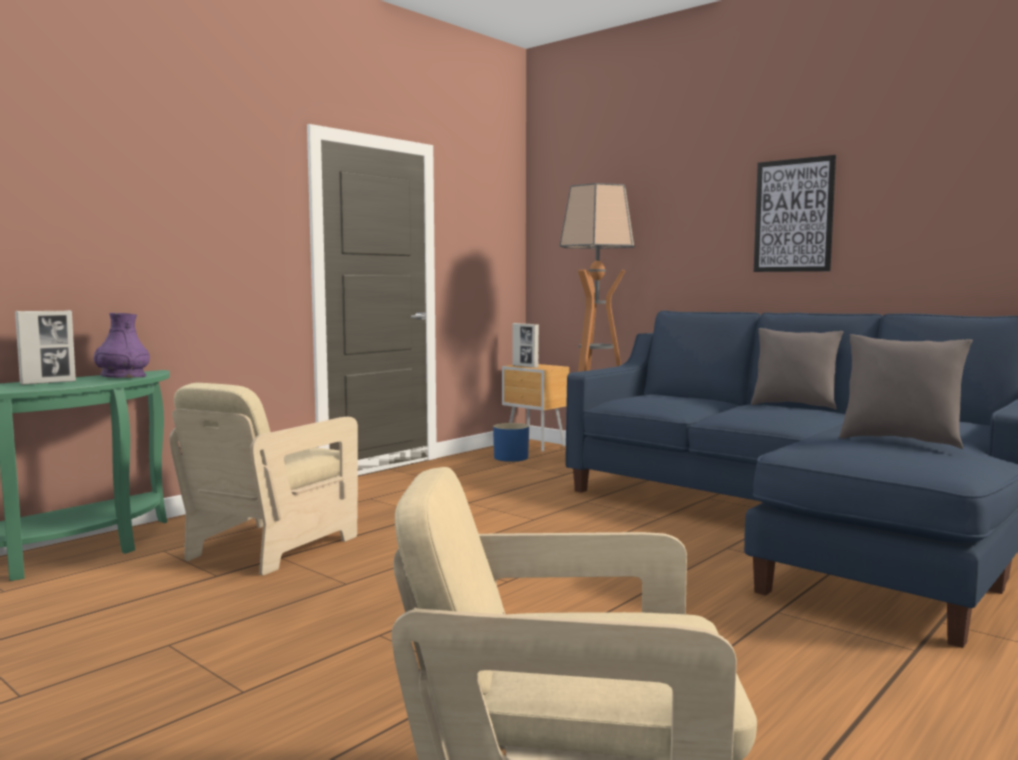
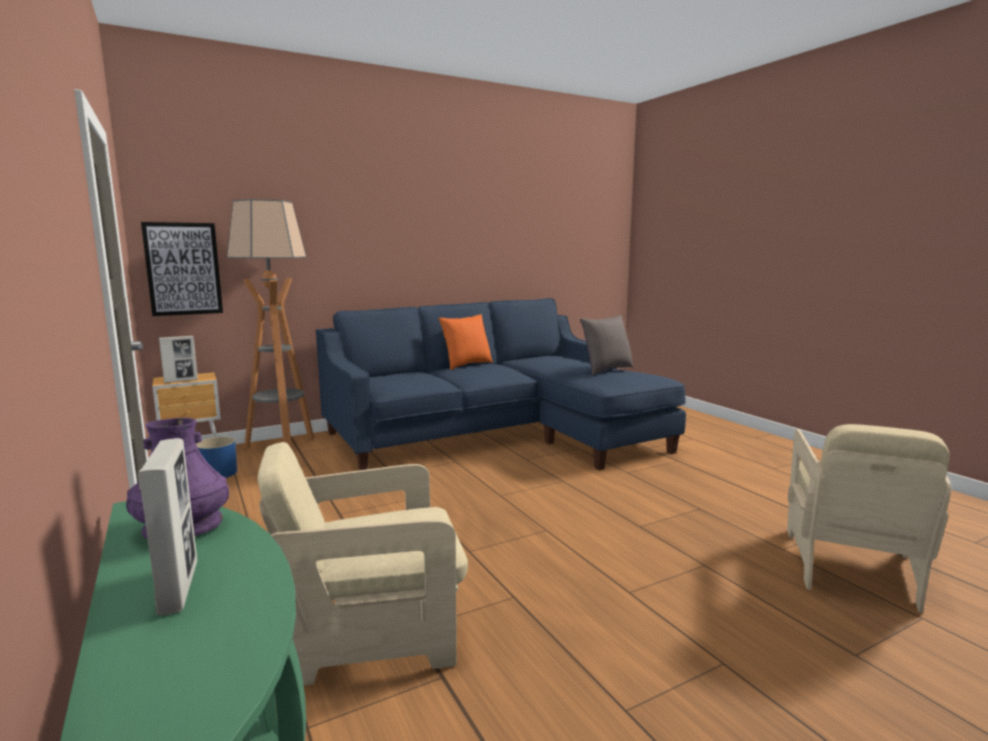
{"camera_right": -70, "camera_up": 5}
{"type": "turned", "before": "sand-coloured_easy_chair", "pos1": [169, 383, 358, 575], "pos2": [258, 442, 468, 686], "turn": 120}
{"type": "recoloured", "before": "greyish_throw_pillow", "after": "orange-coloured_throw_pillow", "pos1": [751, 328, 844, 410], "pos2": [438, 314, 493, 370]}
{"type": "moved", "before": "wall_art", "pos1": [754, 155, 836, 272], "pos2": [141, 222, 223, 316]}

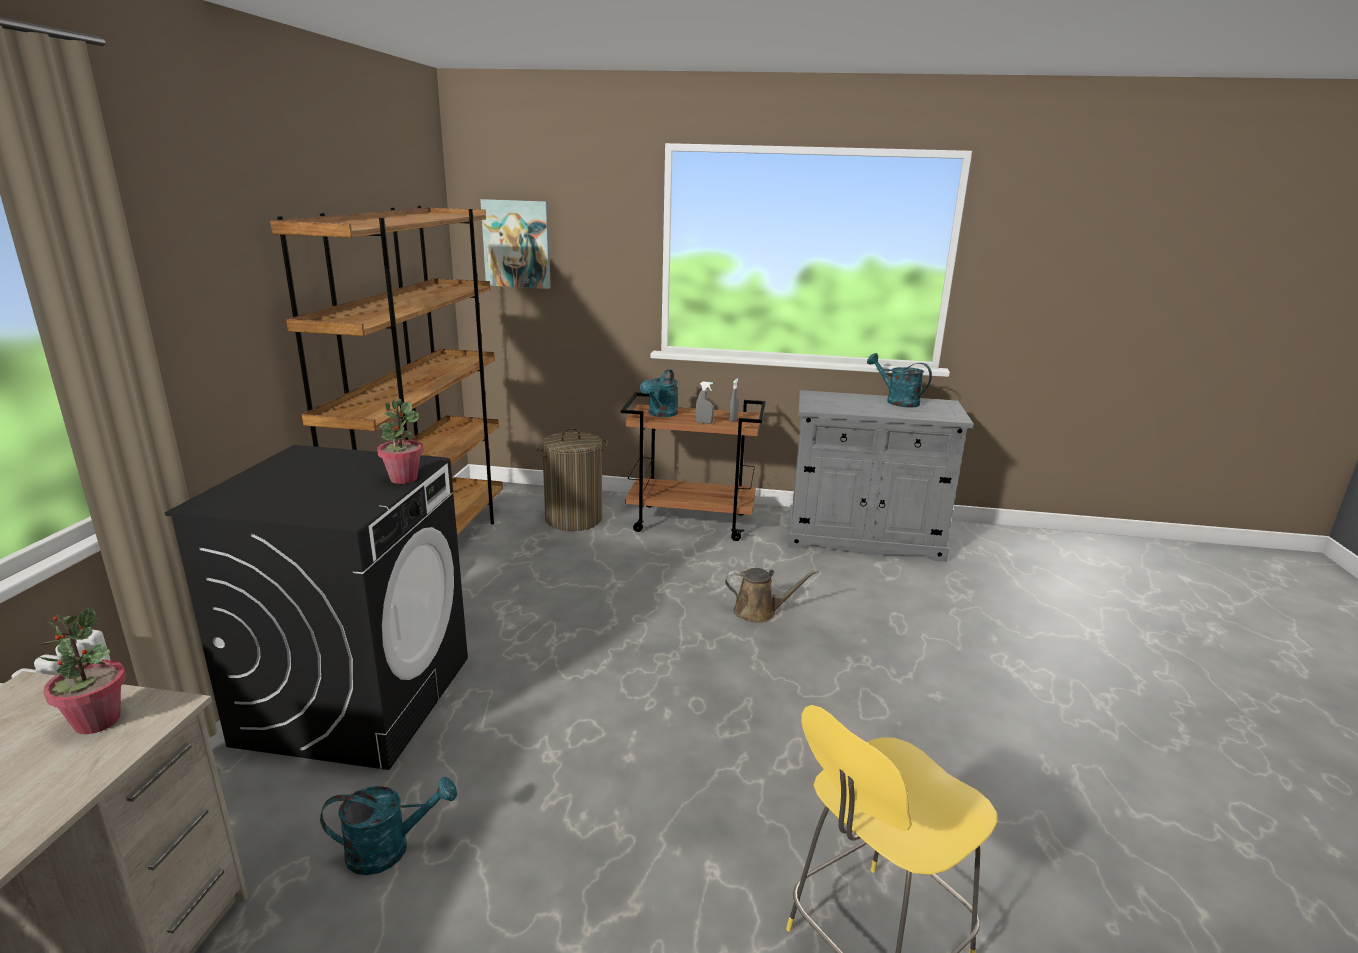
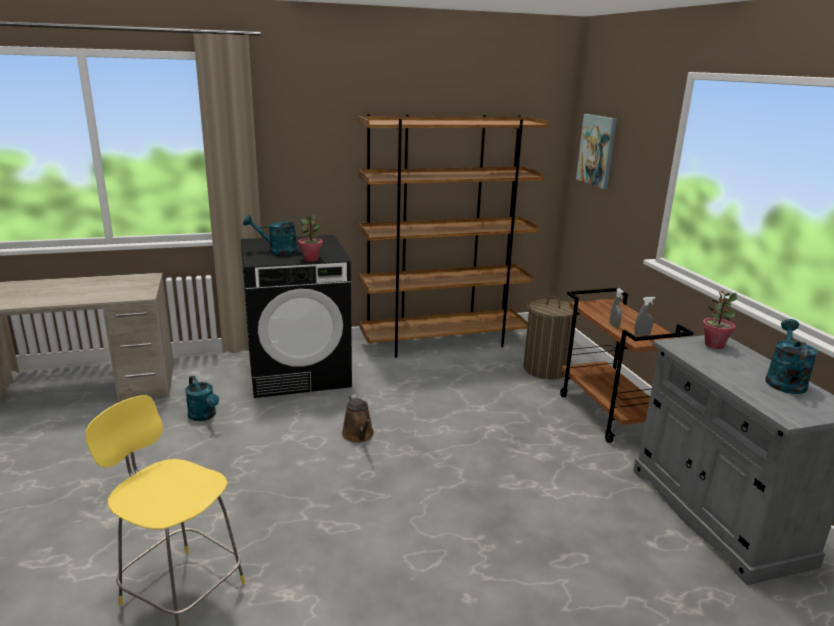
{"camera_right": 65, "camera_up": 0}
{"type": "moved", "before": "houseplant", "pos1": [40, 607, 126, 734], "pos2": [702, 291, 737, 349]}
{"type": "moved", "before": "blue-green_watering_can", "pos1": [640, 369, 678, 417], "pos2": [243, 215, 303, 255]}
{"type": "moved", "before": "brownish_watering_can", "pos1": [725, 568, 819, 623], "pos2": [342, 394, 374, 443]}

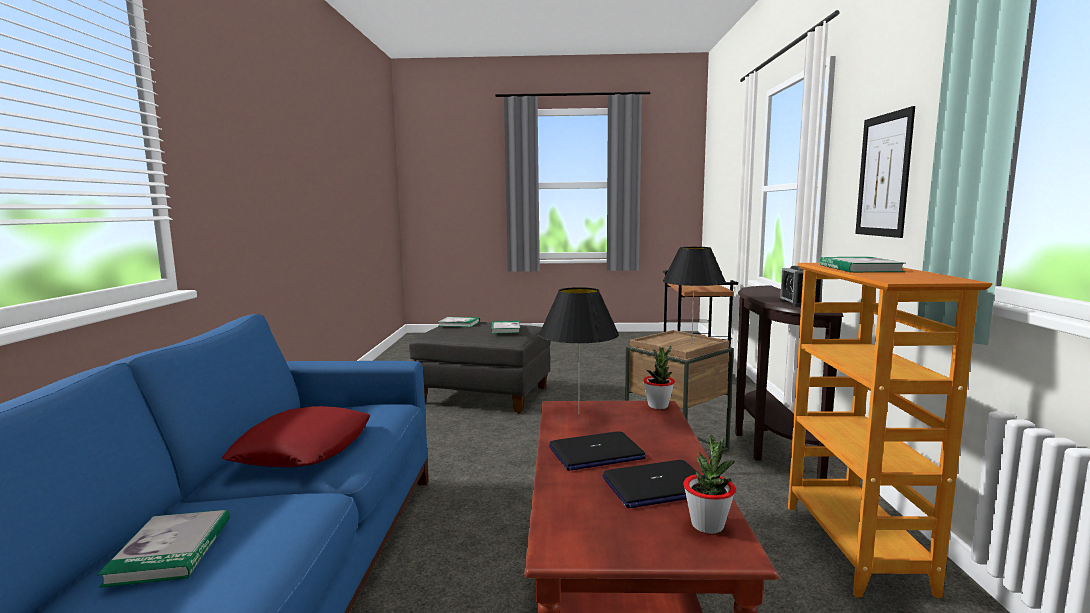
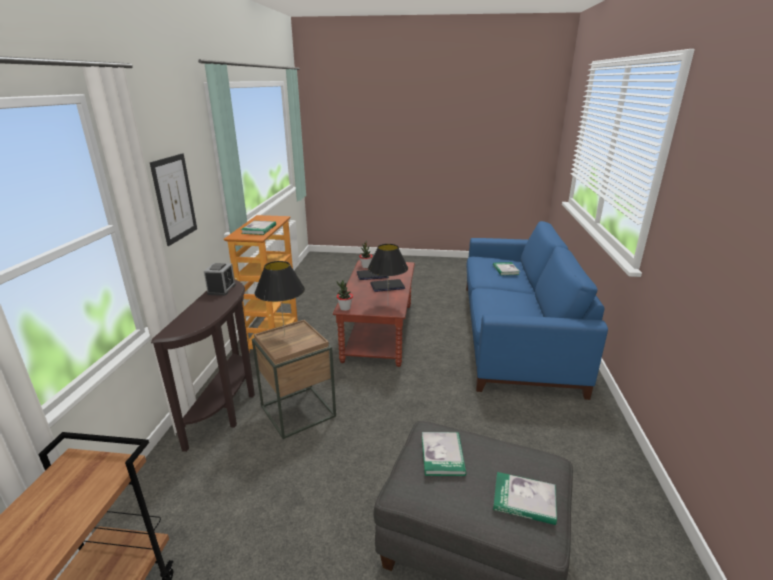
{"camera_right": -175, "camera_up": 15}
{"type": "removed", "before": "red_throw_pillow", "pos1": [222, 406, 370, 467]}

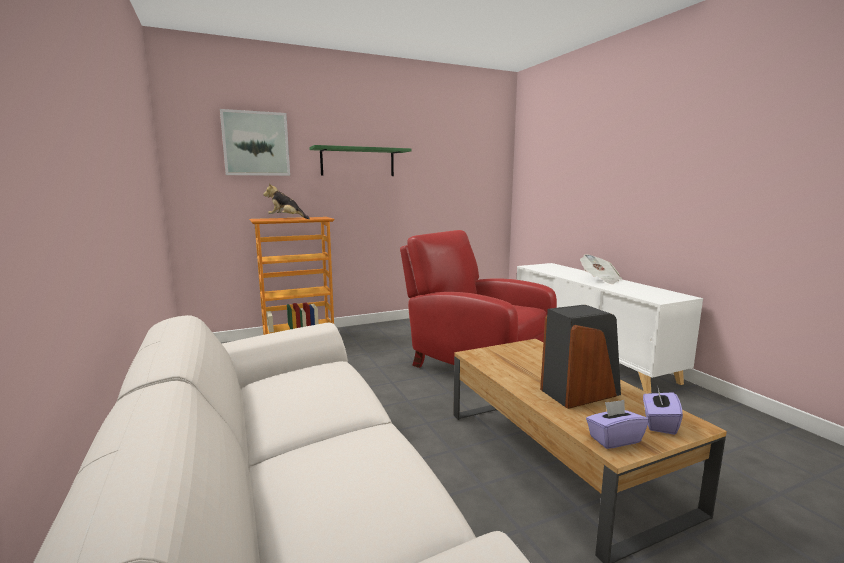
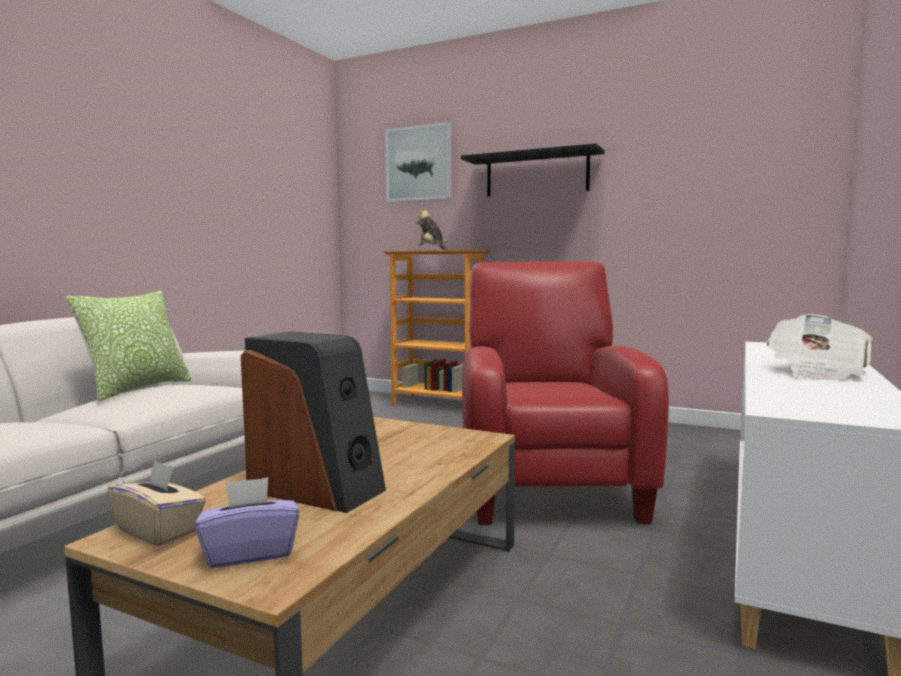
{"camera_right": 50, "camera_up": -5}
{"type": "recoloured", "before": "green_shelf", "after": "black-coloured_shelf", "pos1": [309, 145, 412, 176], "pos2": [461, 143, 605, 196]}
{"type": "recoloured", "before": "purple_box_of_tissues", "after": "sand-coloured_box_of_tissues", "pos1": [586, 400, 649, 449], "pos2": [107, 461, 206, 546]}
{"type": "added", "after": "throw_pillow", "pos2": [66, 291, 192, 401]}

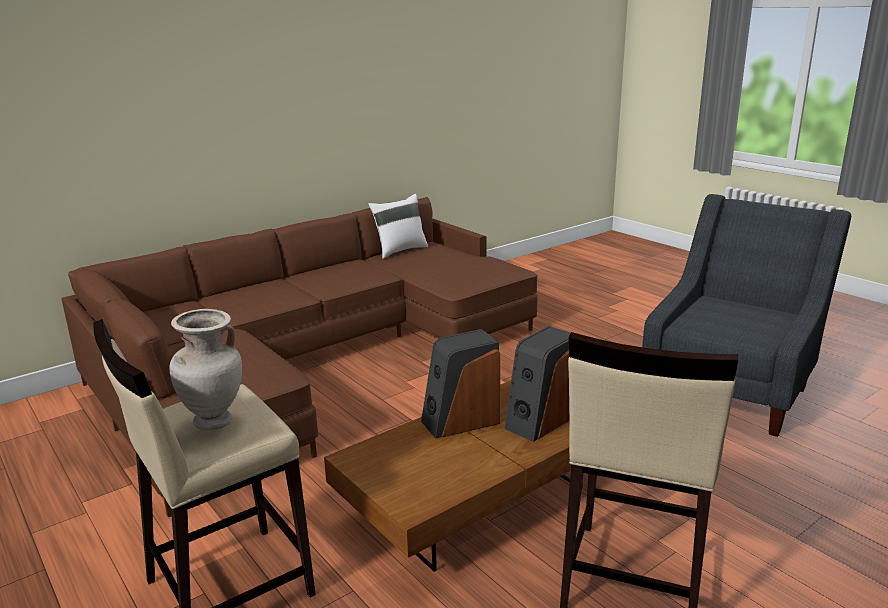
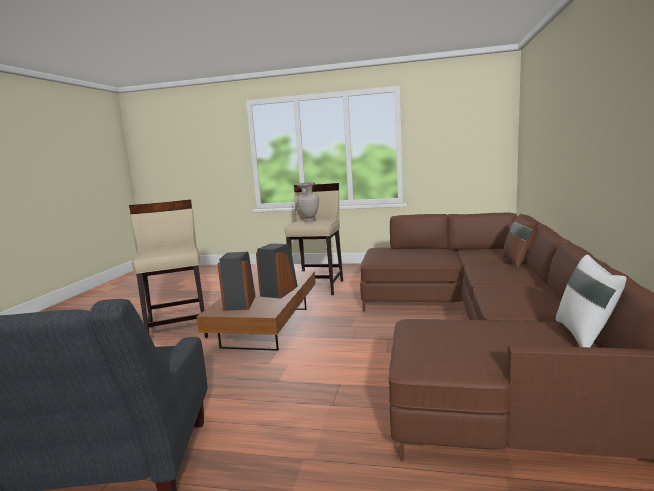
{"camera_right": 140, "camera_up": -10}
{"type": "added", "after": "brownish_throw_pillow", "pos2": [503, 214, 539, 269]}

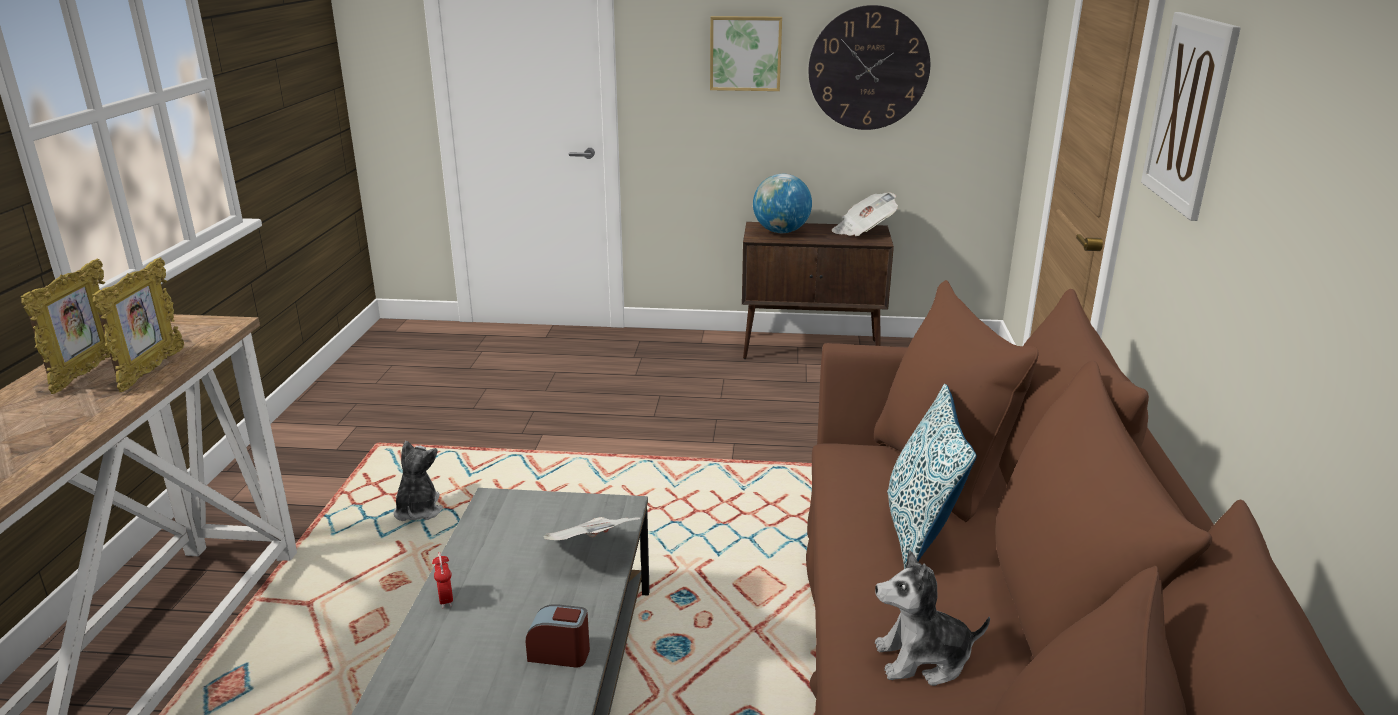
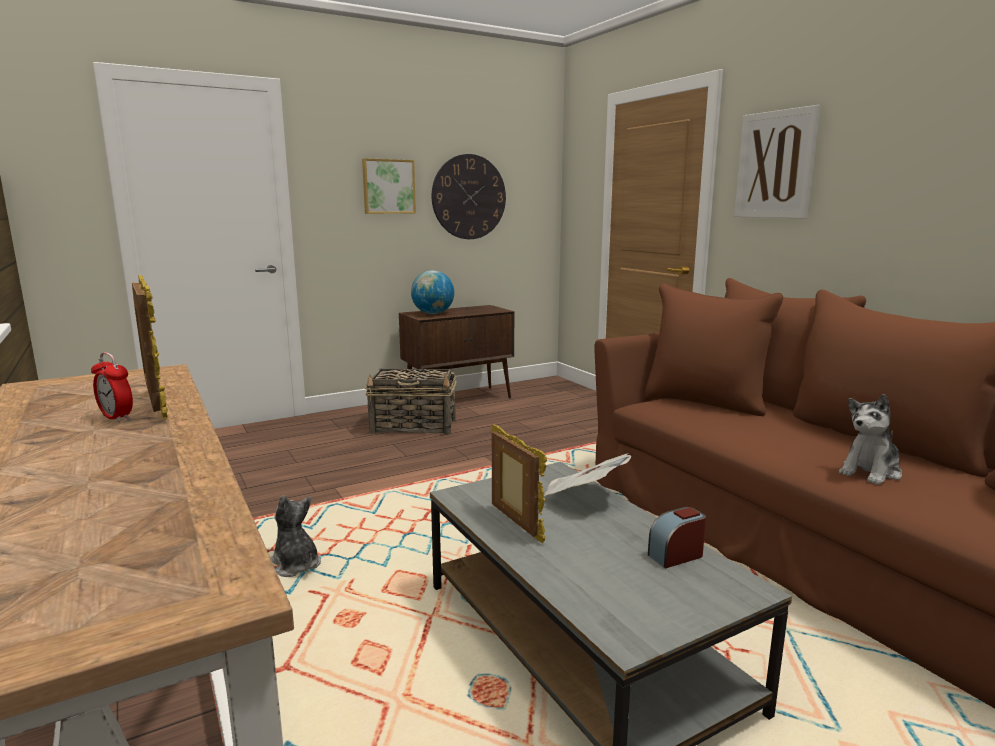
{"camera_right": -35, "camera_up": -10}
{"type": "moved", "before": "picture_frame", "pos1": [21, 259, 110, 394], "pos2": [492, 425, 547, 543]}
{"type": "moved", "before": "alarm_clock", "pos1": [432, 552, 453, 609], "pos2": [91, 352, 133, 422]}
{"type": "removed", "before": "printed_paper", "pos1": [832, 192, 898, 236]}
{"type": "removed", "before": "throw_pillow", "pos1": [887, 384, 977, 569]}
{"type": "added", "after": "basket", "pos2": [365, 369, 456, 435]}

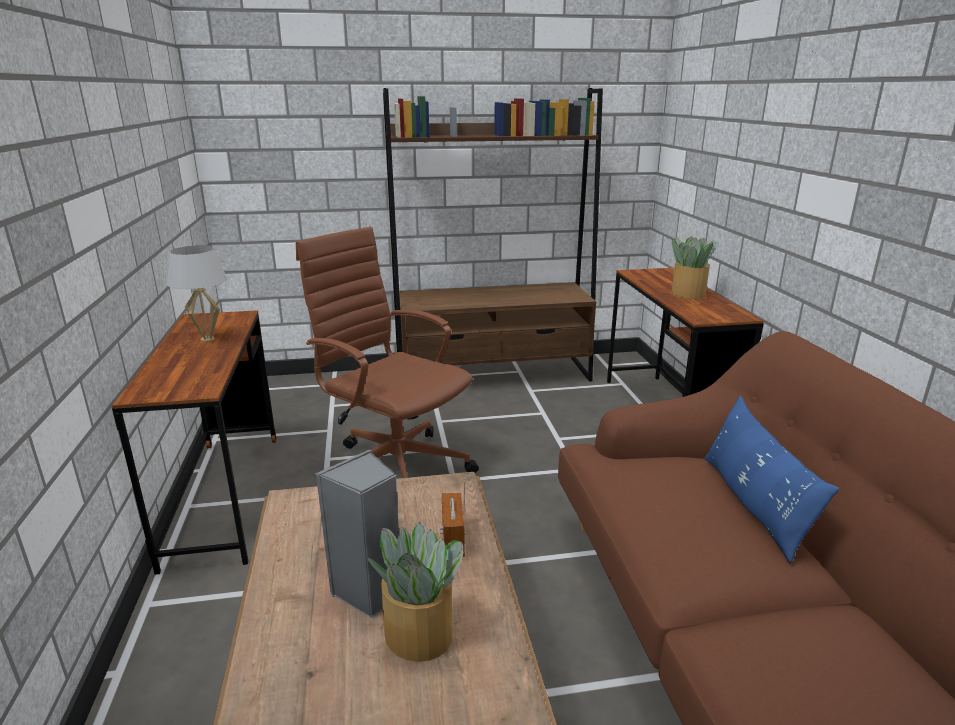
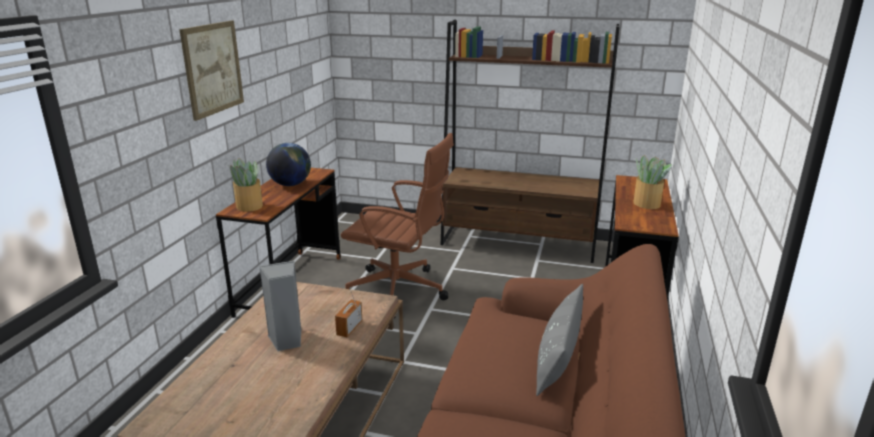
{"camera_right": 25, "camera_up": 0}
{"type": "replaced", "before": "whitish_lamp_for_a_table", "after": "desk_globe", "pos1": [167, 245, 227, 342], "pos2": [266, 143, 311, 186]}
{"type": "turned", "before": "brownish_computer_chair", "pos1": [296, 227, 479, 478], "pos2": [341, 133, 454, 318], "turn": 135}
{"type": "moved", "before": "houseplant", "pos1": [367, 522, 463, 662], "pos2": [228, 158, 263, 212]}
{"type": "recoloured", "before": "blue_throw_pillow", "after": "greyish_throw_pillow", "pos1": [704, 396, 839, 564], "pos2": [536, 284, 583, 396]}
{"type": "added", "after": "wall_art", "pos2": [179, 21, 244, 121]}

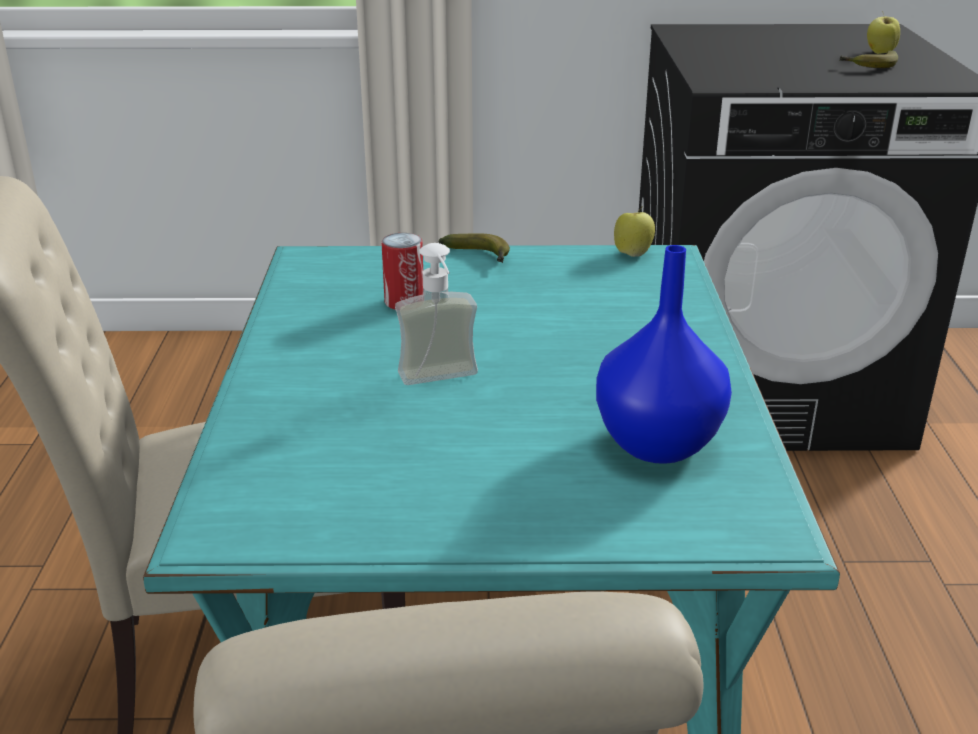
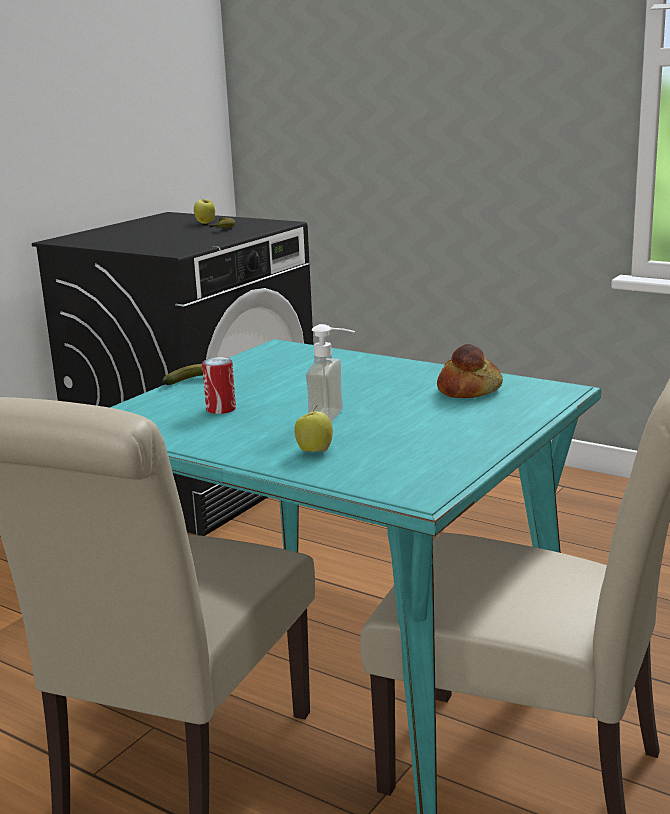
{"camera_right": -55, "camera_up": -10}
{"type": "replaced", "before": "blue_vase", "after": "bakery_bread", "pos1": [596, 245, 732, 464], "pos2": [437, 344, 503, 398]}
{"type": "moved", "before": "apple", "pos1": [614, 206, 655, 257], "pos2": [295, 406, 333, 452]}

